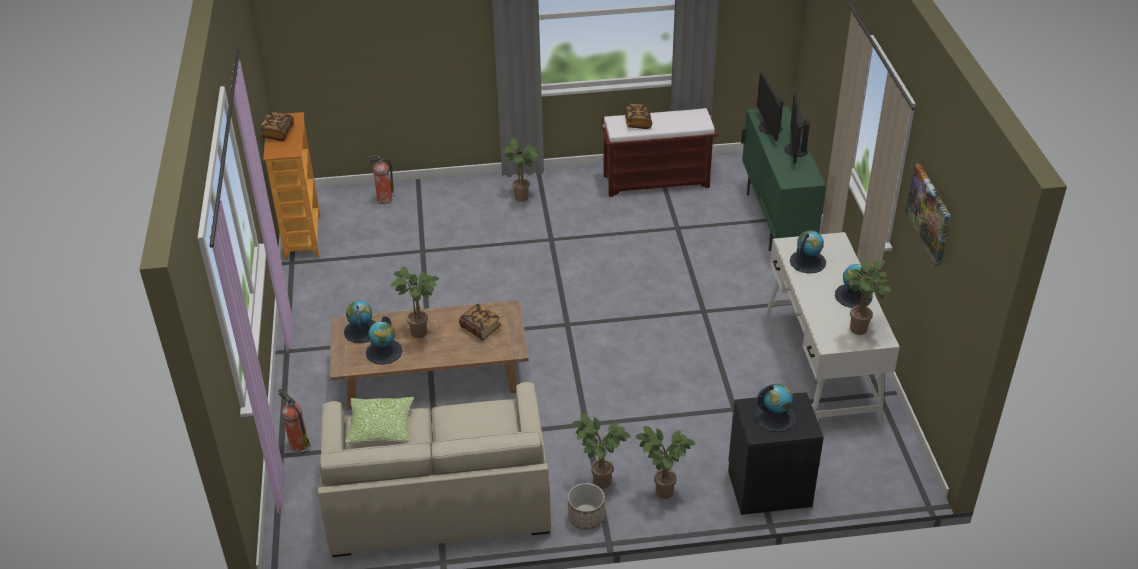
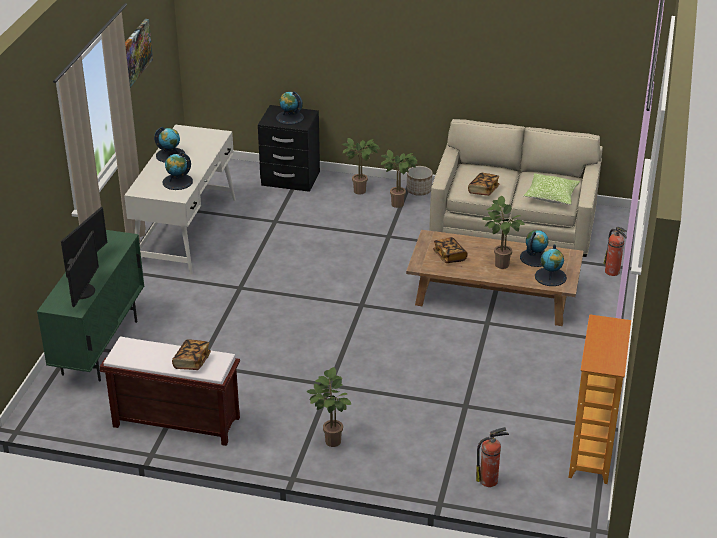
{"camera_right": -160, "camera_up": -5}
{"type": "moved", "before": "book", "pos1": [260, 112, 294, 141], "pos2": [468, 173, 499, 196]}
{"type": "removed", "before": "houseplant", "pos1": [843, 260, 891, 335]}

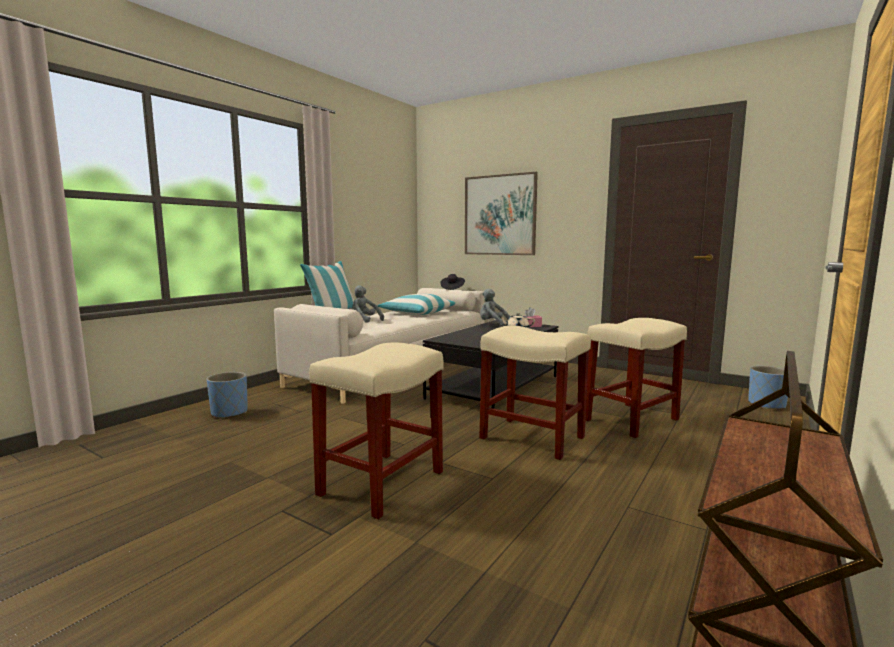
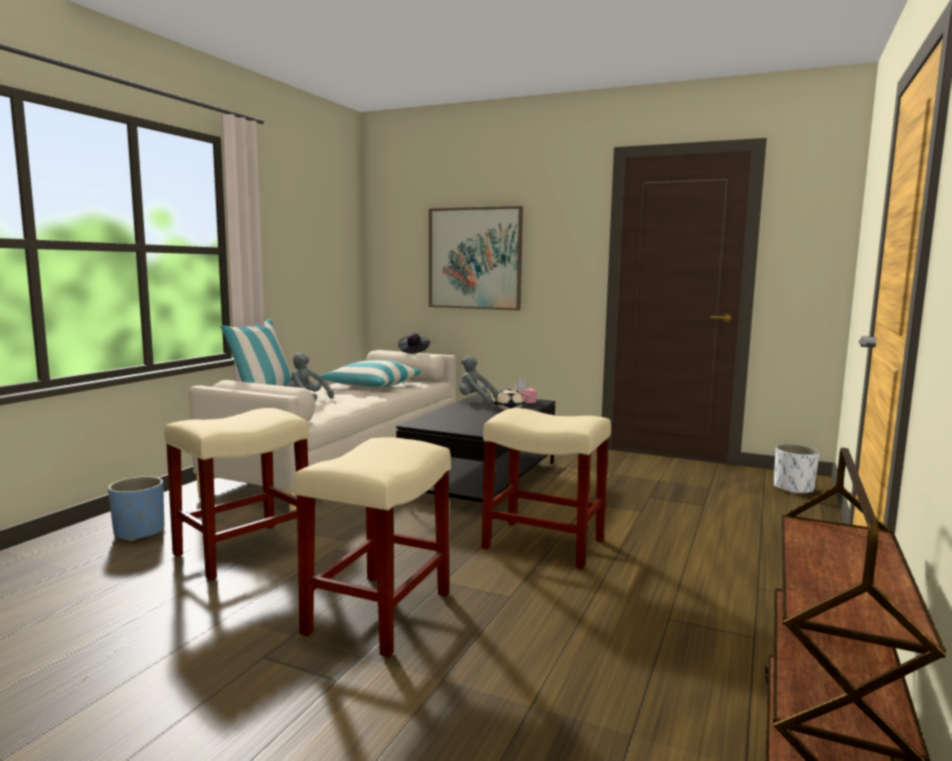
{"camera_right": -10, "camera_up": 0}
{"type": "moved", "before": "sand-coloured_stool_seat", "pos1": [585, 318, 687, 438], "pos2": [164, 408, 309, 580]}
{"type": "recoloured", "before": "blue_flower_pot", "after": "whitish_flower_pot", "pos1": [748, 366, 788, 409], "pos2": [774, 444, 820, 494]}

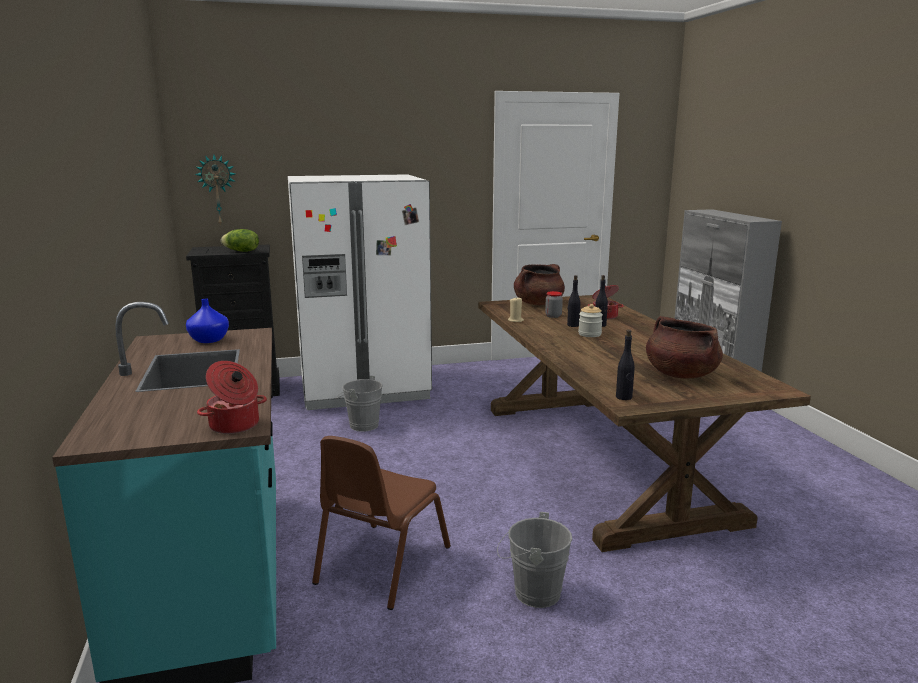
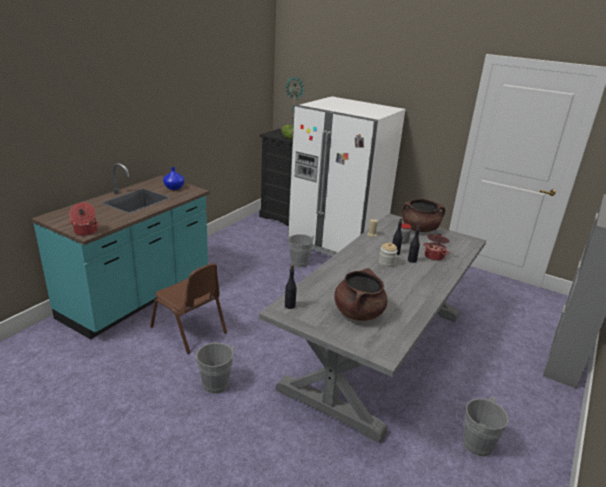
{"camera_right": 45, "camera_up": 10}
{"type": "turned", "before": "brownish_plain_chair", "pos1": [312, 436, 451, 610], "pos2": [150, 263, 227, 354], "turn": -120}
{"type": "recoloured", "before": "brownish_dining_table", "after": "greyish_dining_table", "pos1": [478, 295, 811, 552], "pos2": [259, 213, 486, 444]}
{"type": "added", "after": "greyish_bucket", "pos2": [457, 396, 509, 457]}

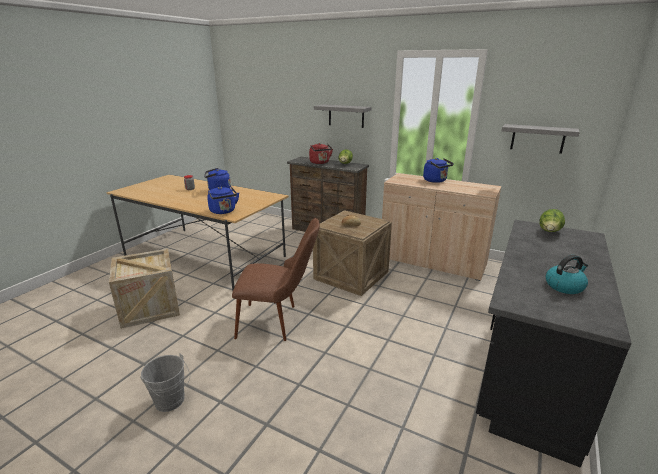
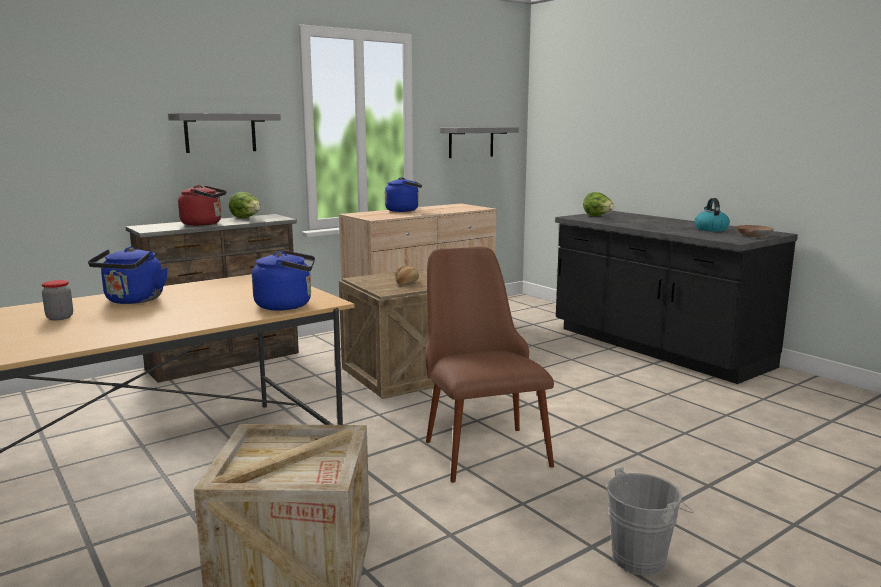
{"camera_right": -65, "camera_up": -10}
{"type": "turned", "before": "brownish_plain_chair", "pos1": [232, 218, 320, 341], "pos2": [425, 247, 554, 483], "turn": -45}
{"type": "added", "after": "brownish_deep_dish", "pos2": [736, 225, 774, 237]}

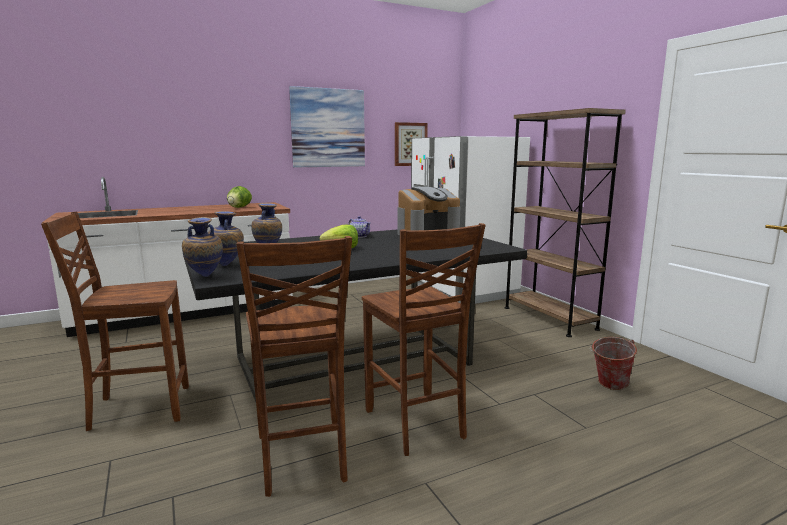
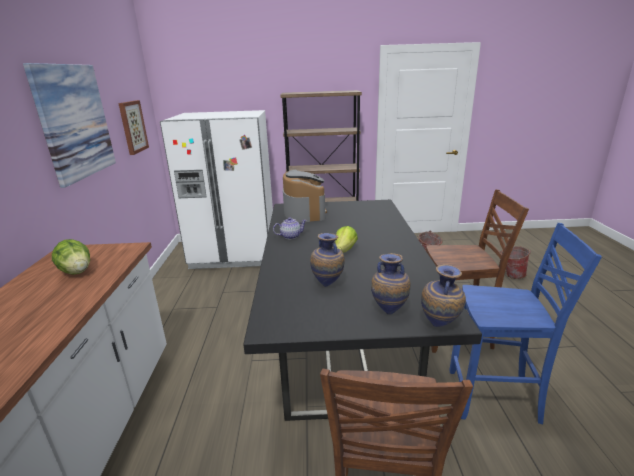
{"camera_right": -65, "camera_up": 10}
{"type": "recoloured", "before": "brownish_plain_chair", "after": "blue_plain_chair", "pos1": [236, 236, 352, 497], "pos2": [450, 223, 602, 424]}
{"type": "added", "after": "bucket", "pos2": [500, 246, 531, 279]}

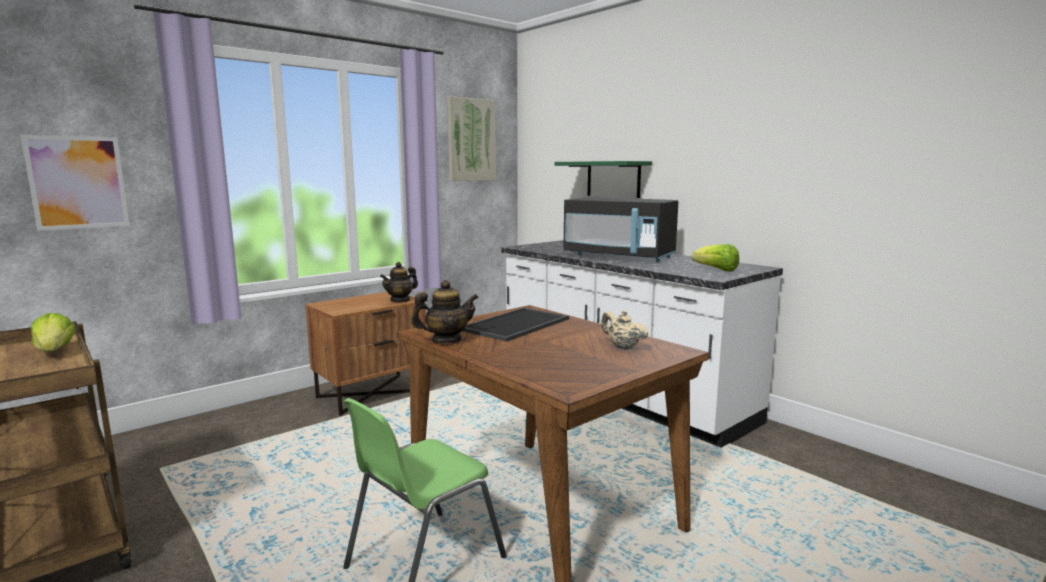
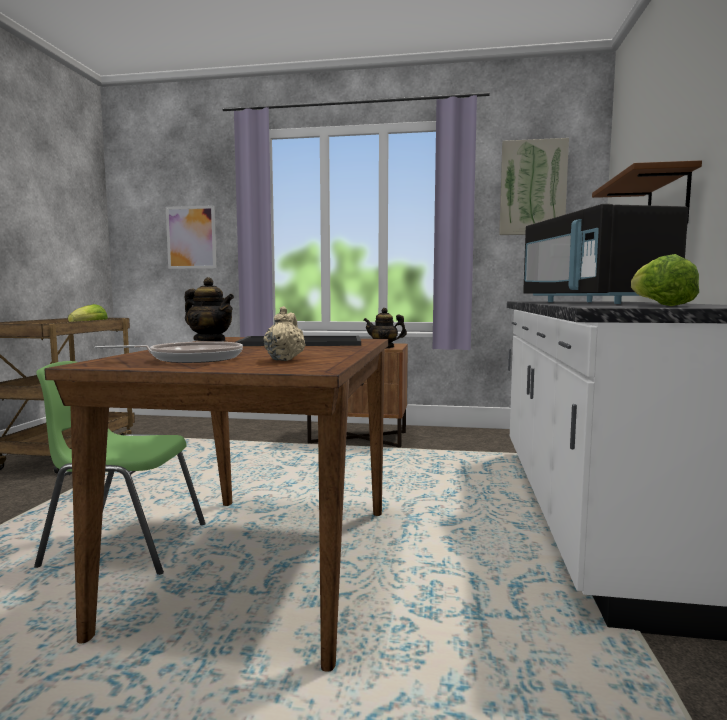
{"camera_right": 50, "camera_up": -5}
{"type": "recoloured", "before": "green_shelf", "after": "brownish_shelf", "pos1": [555, 161, 652, 198], "pos2": [592, 160, 702, 224]}
{"type": "added", "after": "pan", "pos2": [95, 341, 243, 363]}

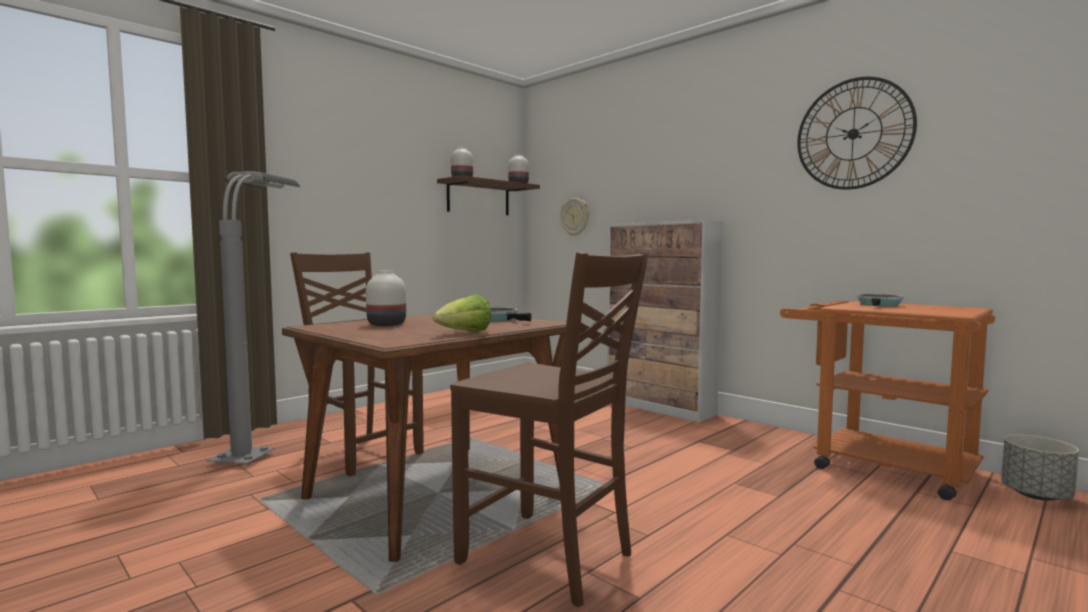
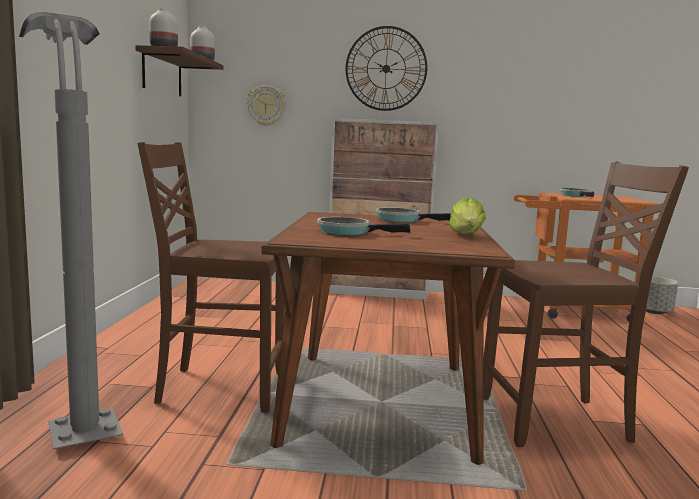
{"camera_right": -40, "camera_up": 5}
{"type": "replaced", "before": "whitish_vase", "after": "pan", "pos1": [366, 270, 406, 326], "pos2": [317, 217, 411, 236]}
{"type": "moved", "before": "hanging_clock", "pos1": [797, 77, 917, 190], "pos2": [346, 26, 427, 111]}

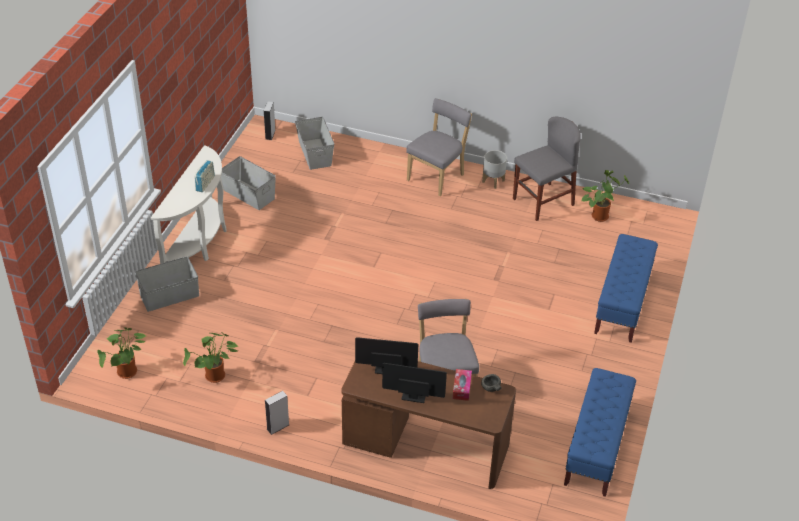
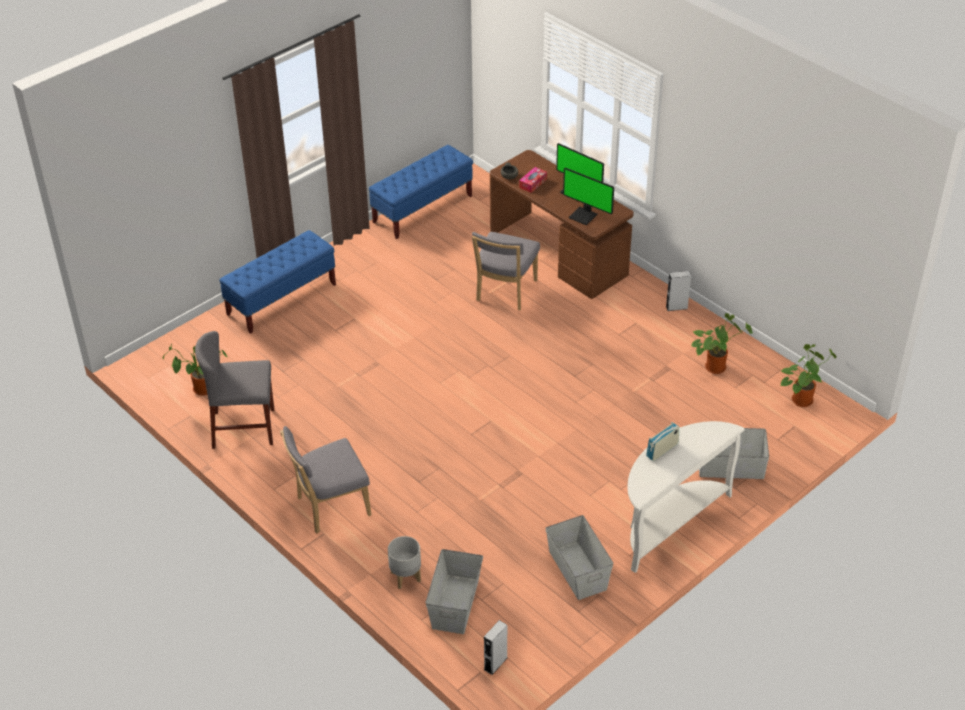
{"camera_right": -150, "camera_up": 0}
{"type": "moved", "before": "greyish_flower_pot", "pos1": [482, 150, 507, 189], "pos2": [388, 536, 421, 589]}

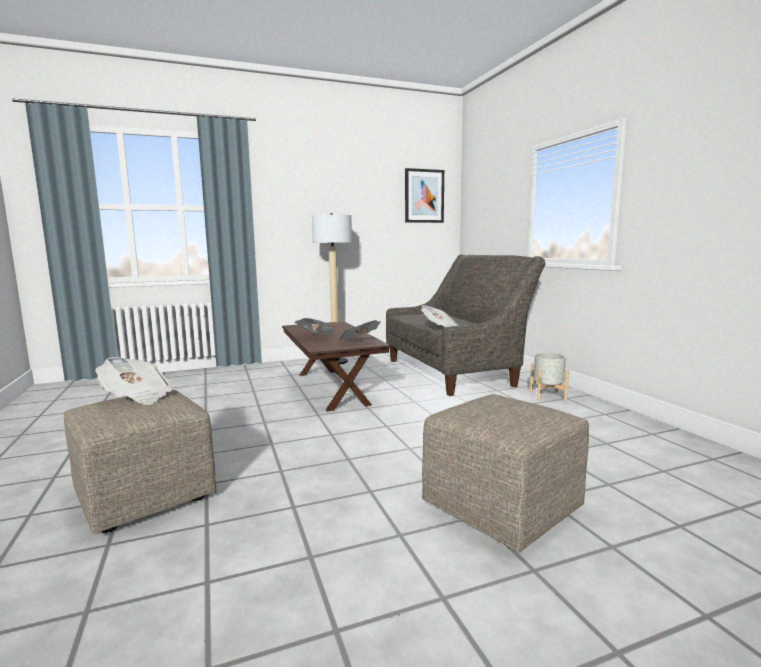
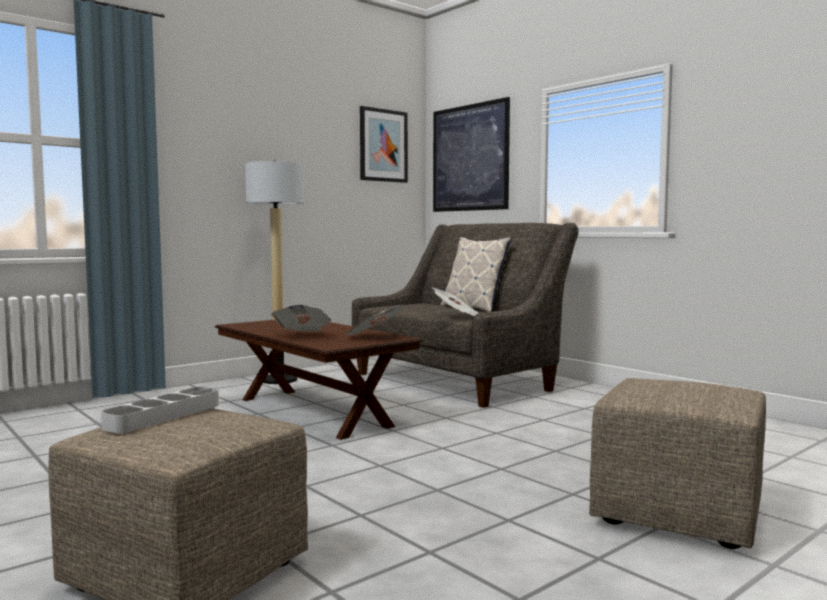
{"camera_right": -20, "camera_up": -5}
{"type": "replaced", "before": "printed_paper", "after": "greyish_serving_tray", "pos1": [95, 357, 172, 405], "pos2": [101, 387, 219, 433]}
{"type": "removed", "before": "greyish_flower_pot", "pos1": [530, 353, 569, 401]}
{"type": "added", "after": "wall_art", "pos2": [433, 97, 510, 212]}
{"type": "added", "after": "throw_pillow", "pos2": [441, 237, 511, 312]}

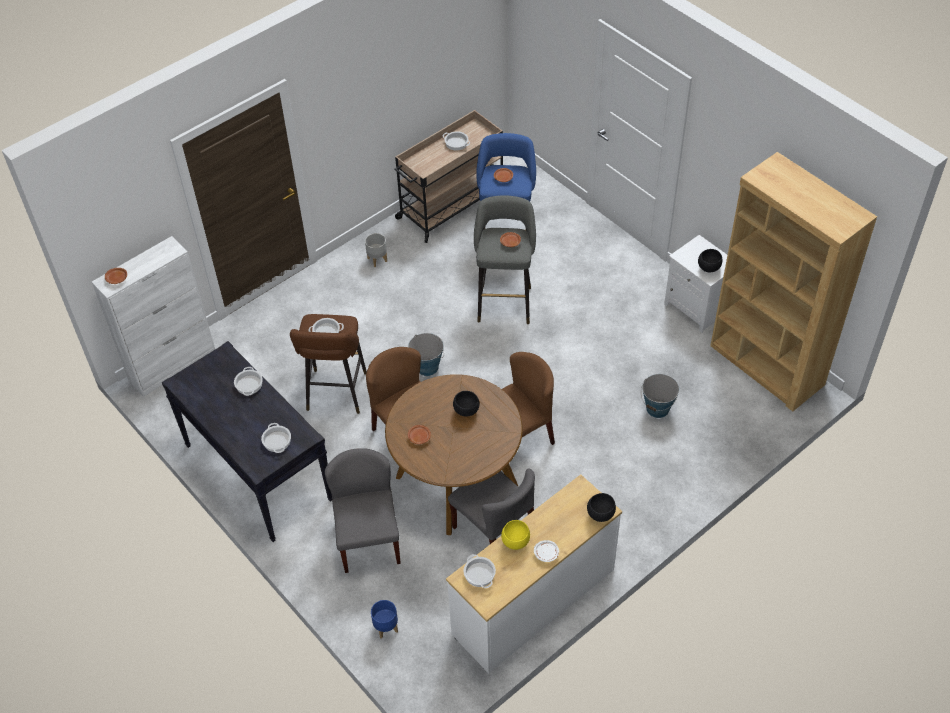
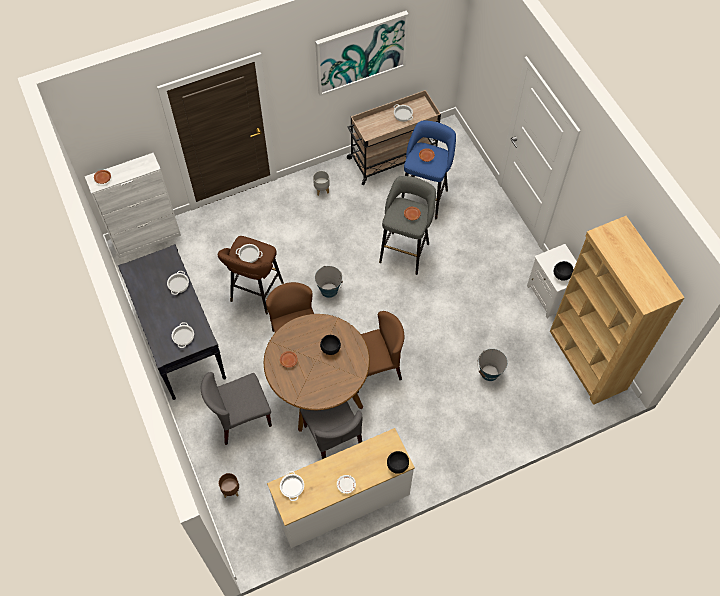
{"camera_right": 15, "camera_up": 10}
{"type": "turned", "before": "greyish_plain_chair", "pos1": [325, 448, 401, 573], "pos2": [201, 372, 272, 445], "turn": -120}
{"type": "recoloured", "before": "blue_flower_pot", "after": "brownish_flower_pot", "pos1": [371, 600, 398, 639], "pos2": [219, 473, 239, 498]}
{"type": "removed", "before": "yellowish_deep_dish", "pos1": [501, 520, 530, 550]}
{"type": "added", "after": "wall_art", "pos2": [315, 11, 408, 96]}

